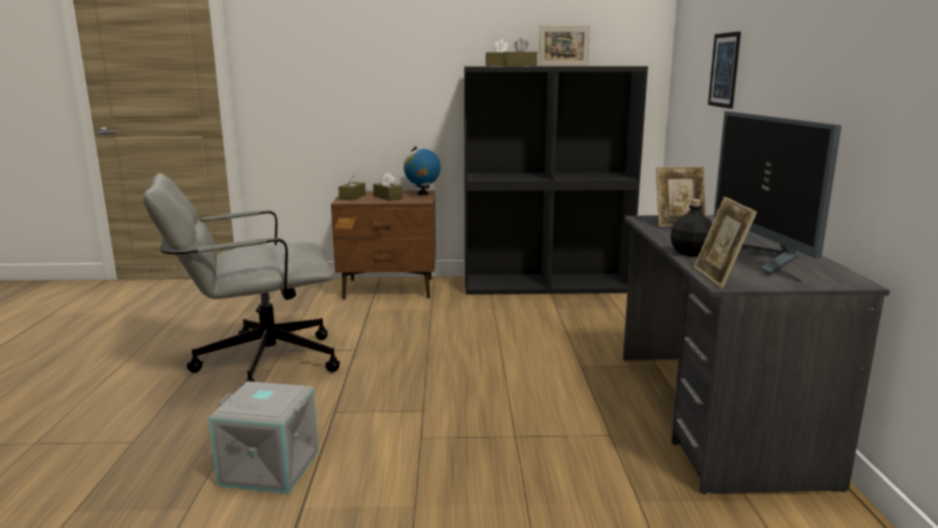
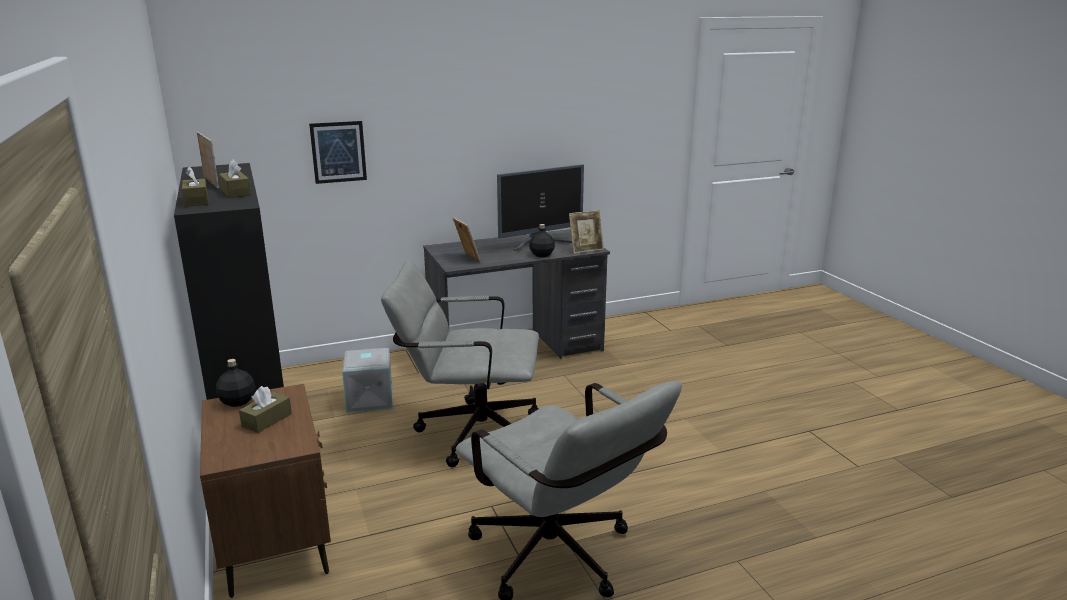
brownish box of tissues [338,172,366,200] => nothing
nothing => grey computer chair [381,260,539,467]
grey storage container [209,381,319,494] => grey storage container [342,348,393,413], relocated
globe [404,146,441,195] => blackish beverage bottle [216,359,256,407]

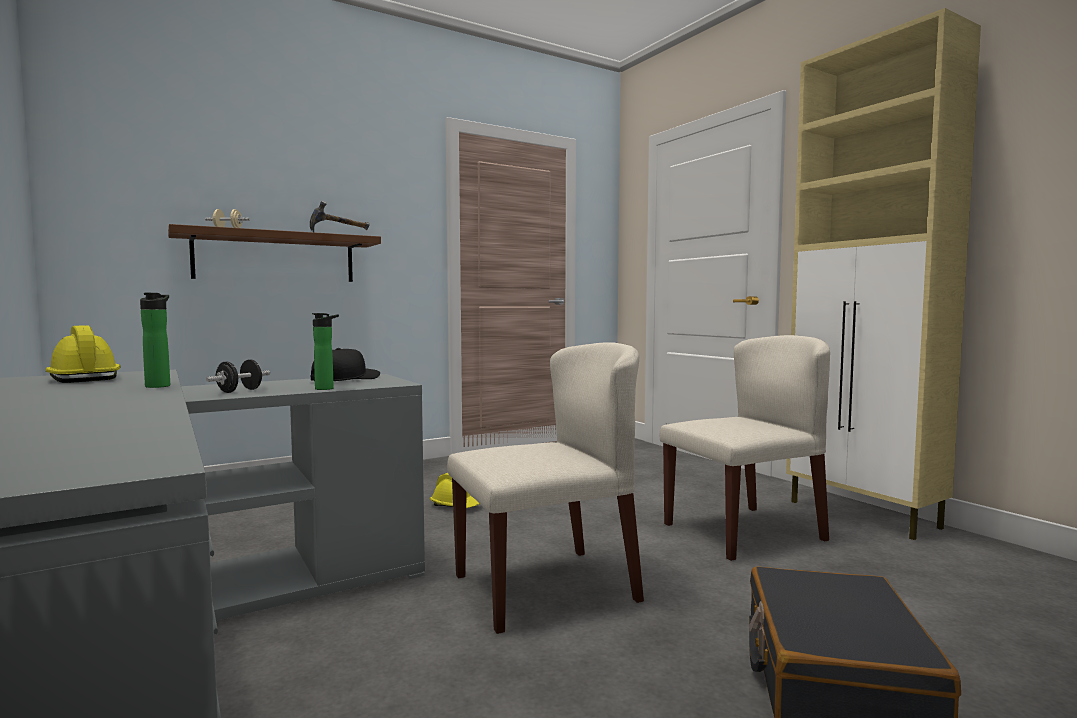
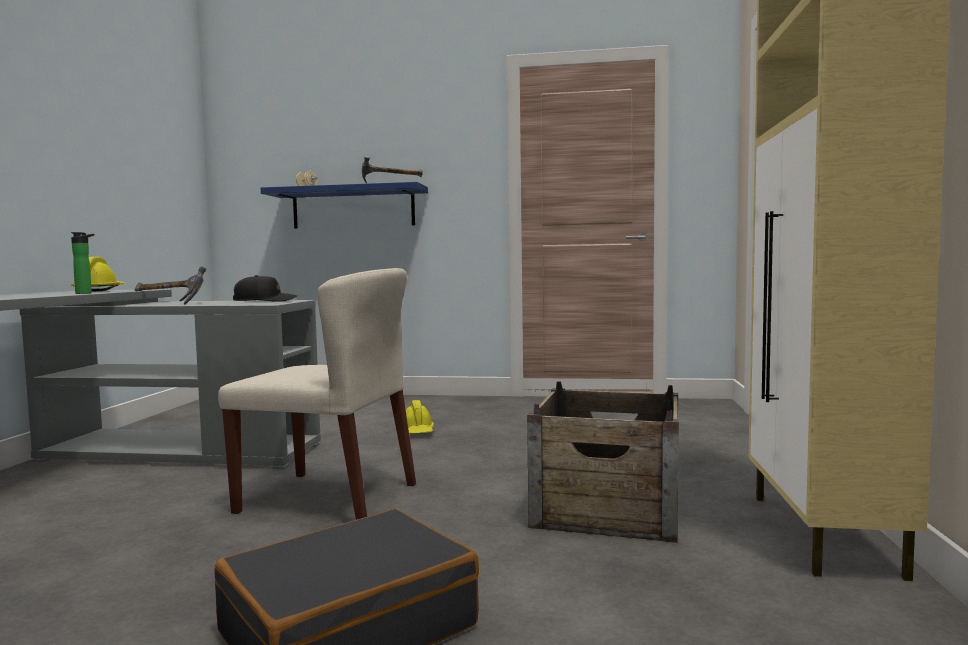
beverage bottle [312,313,339,390] => nothing
blackish hand weight [206,359,270,393] => hand hammer [134,266,207,305]
beige-coloured upright chair [660,335,830,561] => crate [527,381,679,543]
brownish wall shelf [168,224,381,282] => bluish wall shelf [261,182,428,228]

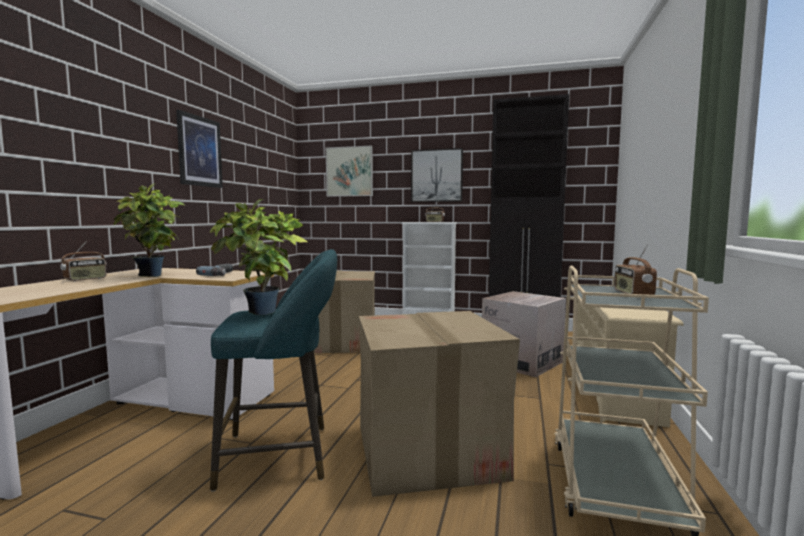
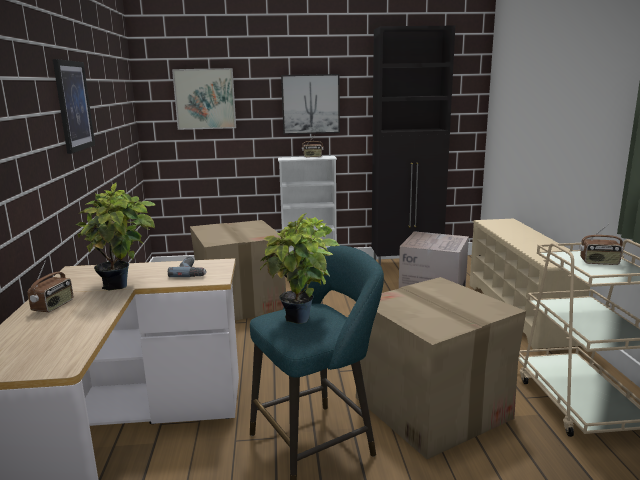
radio [614,244,657,295] => radio [579,223,623,265], 60 degrees counterclockwise

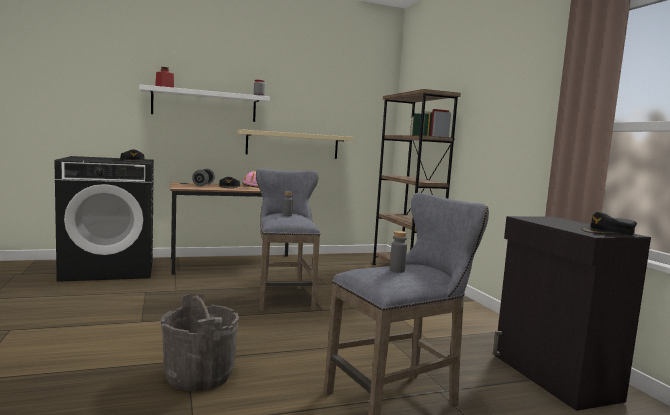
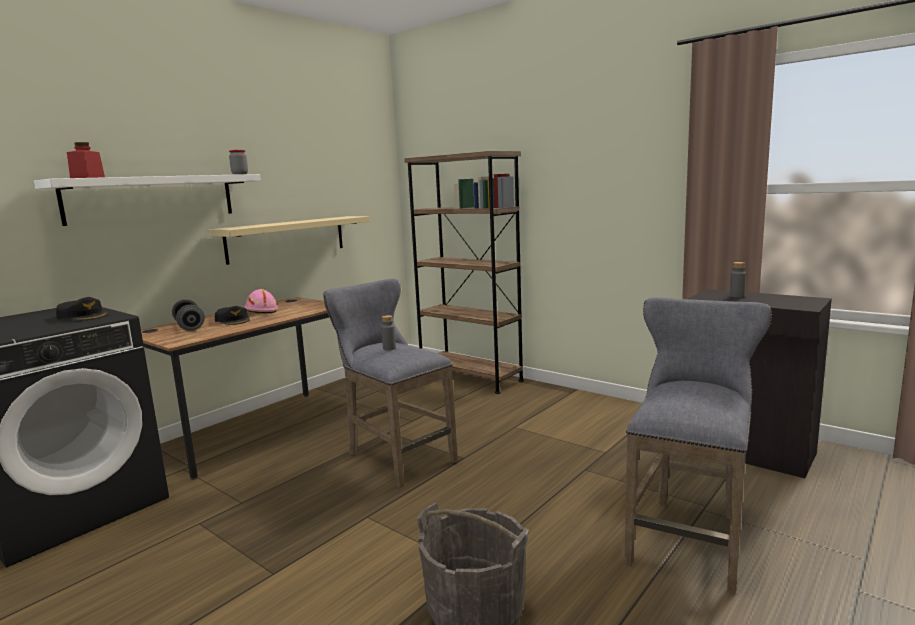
blackish baseball cap [581,212,637,235] => nothing
grey beverage bottle [390,231,407,273] => grey beverage bottle [730,262,746,298], relocated

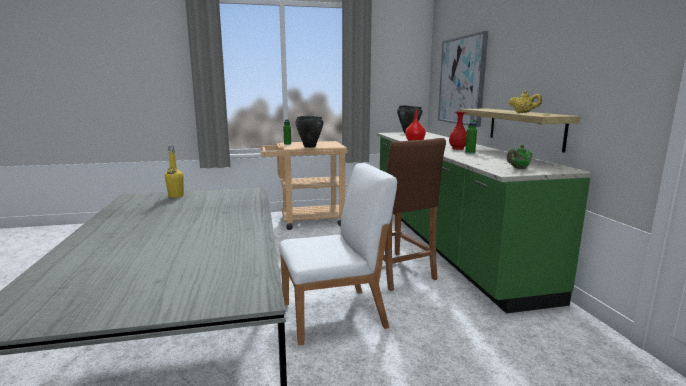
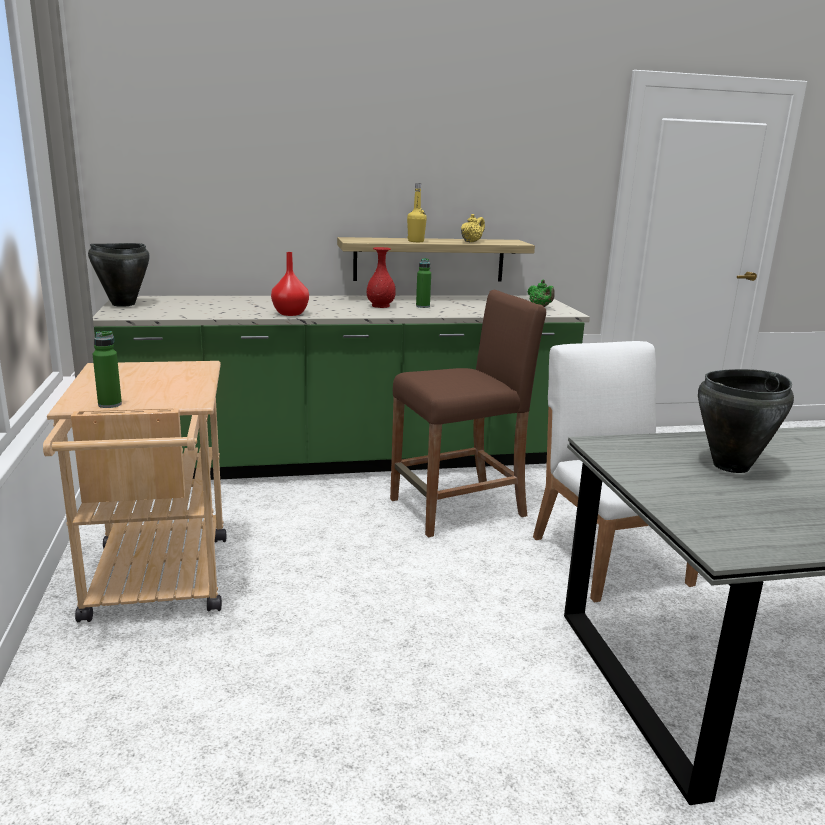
wall picture [438,31,488,127] => nothing
yellow-coloured beverage bottle [165,146,184,198] => yellow-coloured beverage bottle [407,183,427,242], relocated
blackish stockpot [295,116,323,148] => blackish stockpot [698,369,794,473], relocated

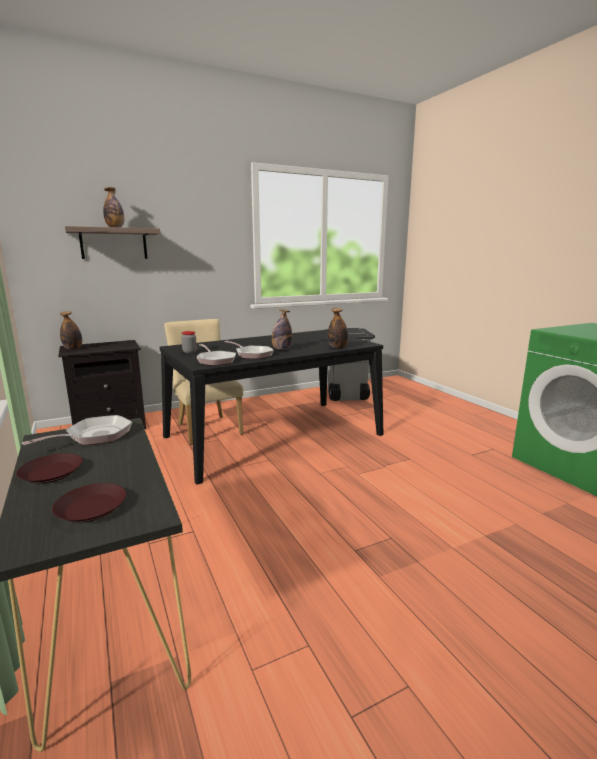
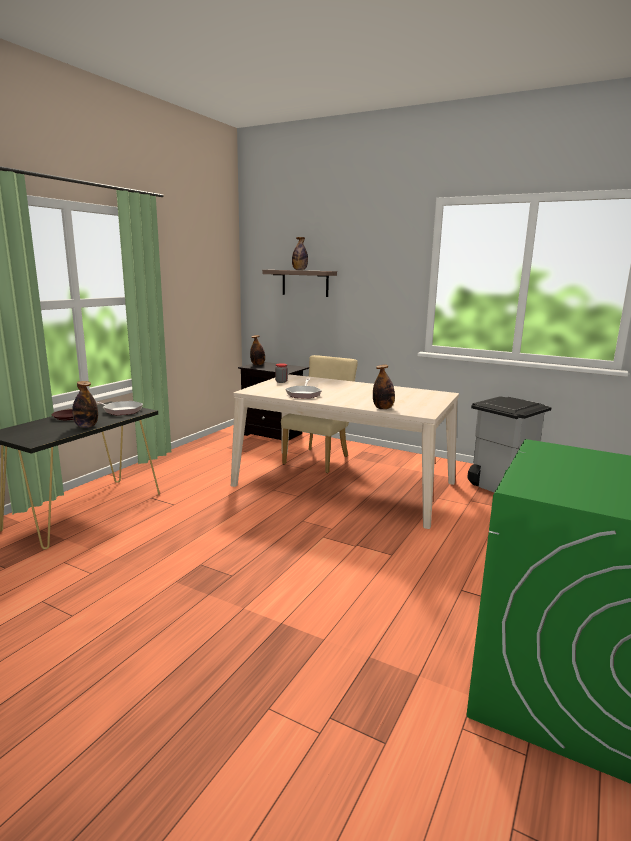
brownish plate [52,483,126,523] => nothing
frying pan [197,344,236,366] => nothing
beverage bottle [272,309,292,350] => beverage bottle [72,381,98,428], relocated
blackish dinner table [160,330,384,484] => beige-coloured dinner table [231,374,459,529]

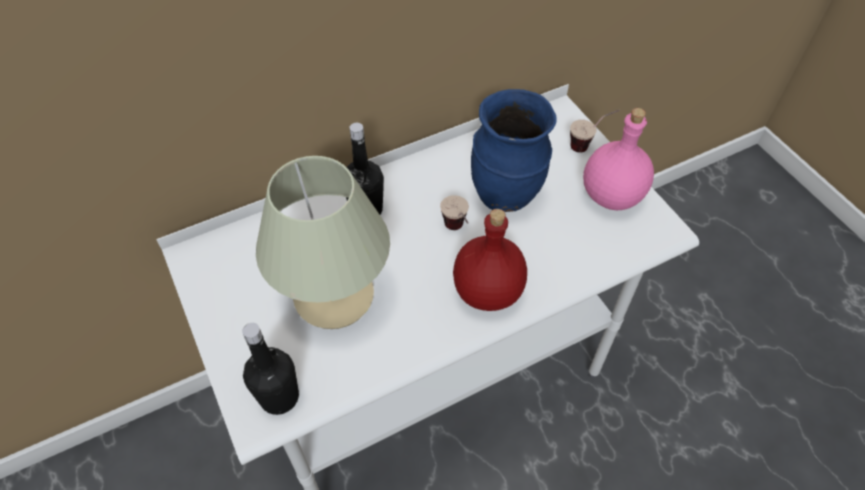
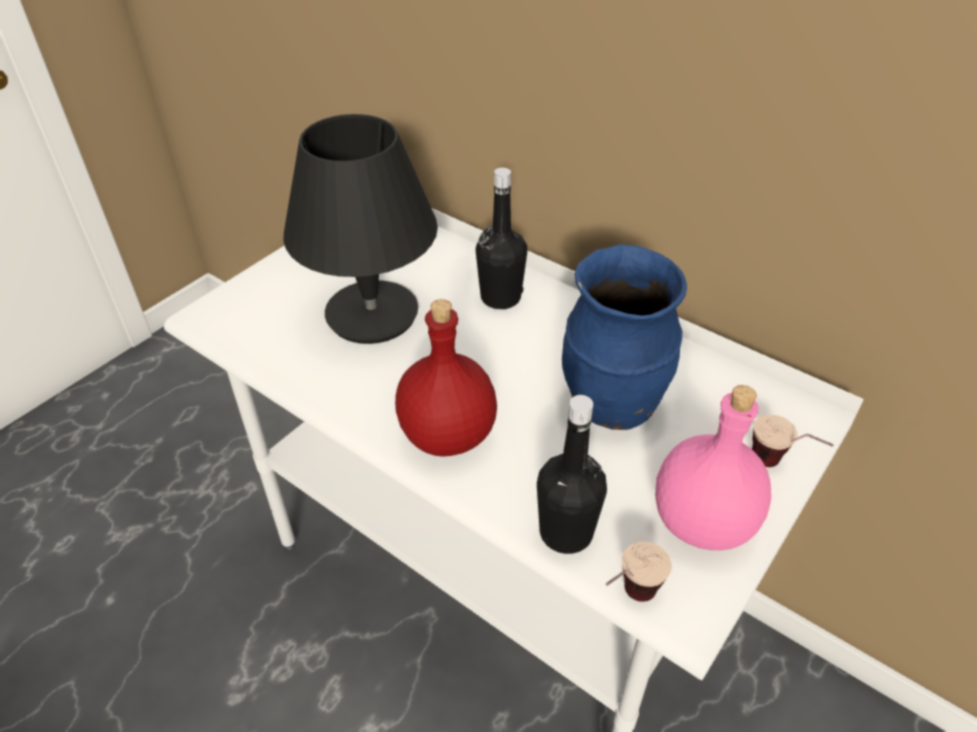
blackish beverage bottle [242,323,299,415] => blackish beverage bottle [537,395,607,554], relocated
drinking cup [440,195,469,230] => drinking cup [606,541,672,602], relocated
beige-coloured tabletop lamp [256,156,390,329] => blackish tabletop lamp [283,114,438,344]

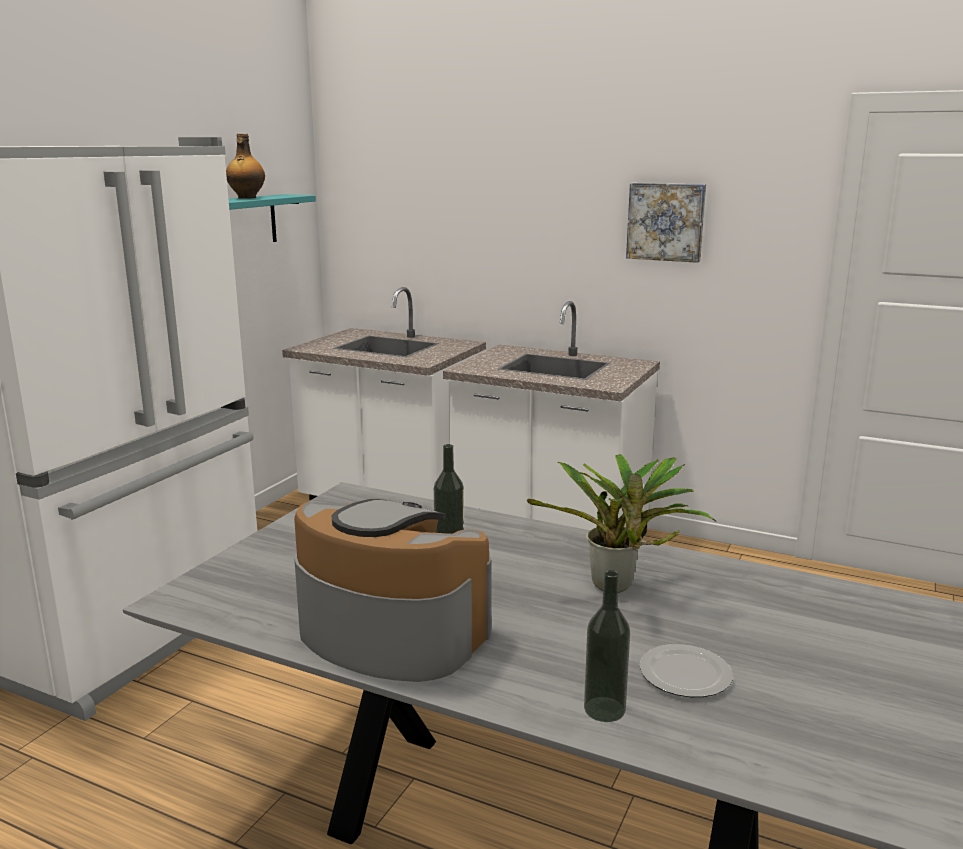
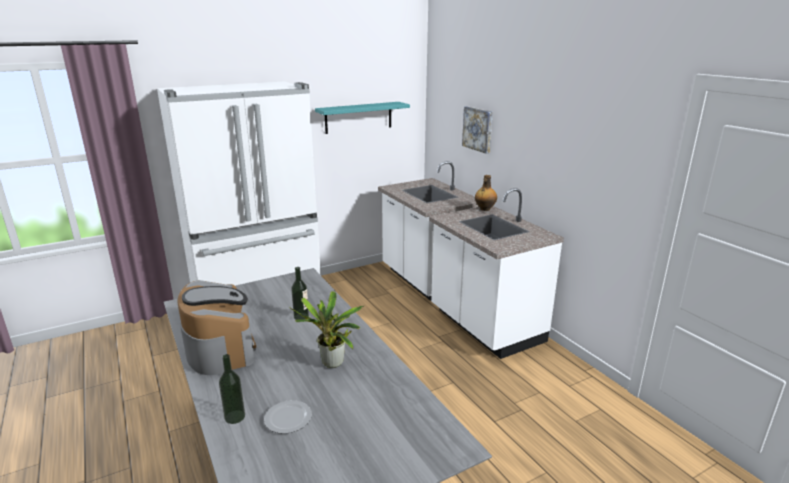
beverage bottle [226,134,265,199] => beverage bottle [475,175,497,211], relocated
wall picture [626,183,706,263] => wall picture [462,106,493,154], relocated

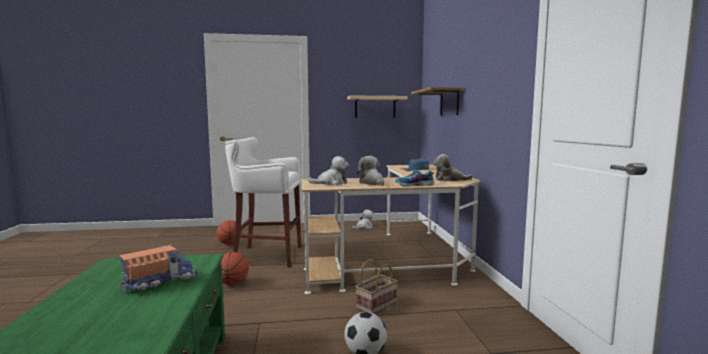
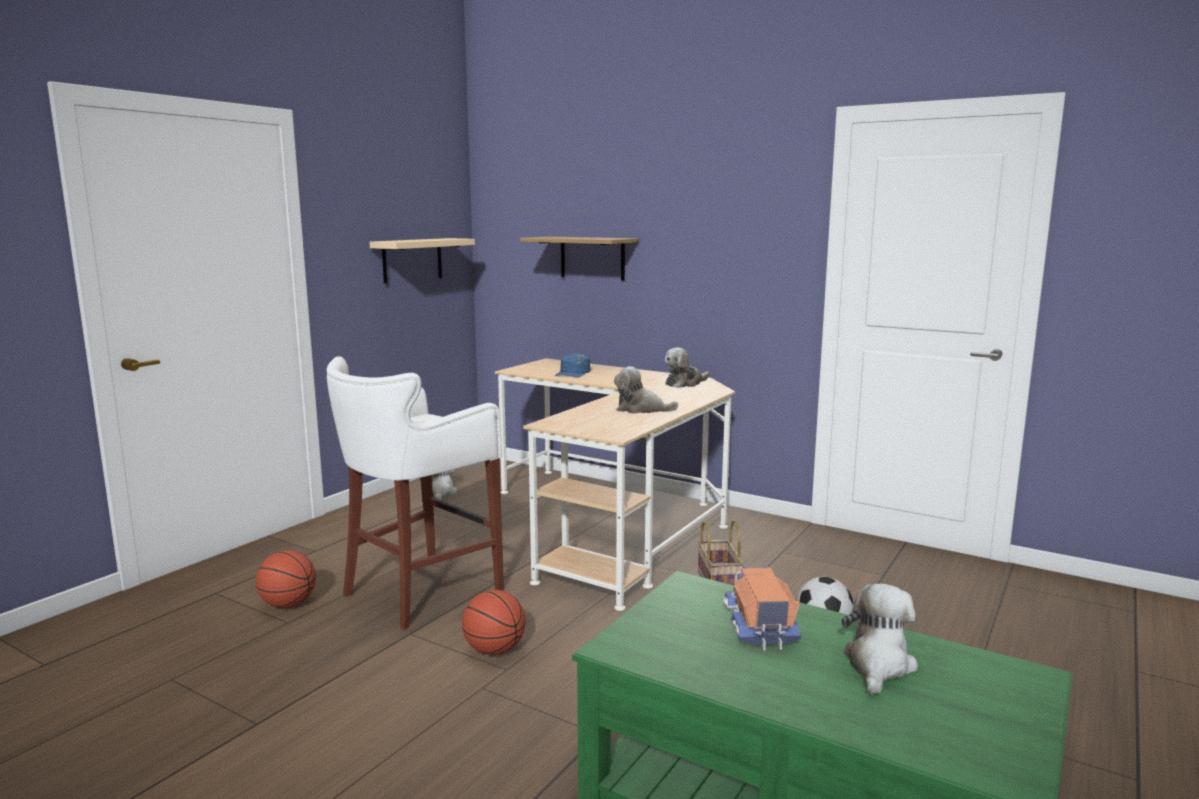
low shoe [395,170,434,187] => nothing
cuddly toy [308,156,349,185] => cuddly toy [842,583,918,695], relocated

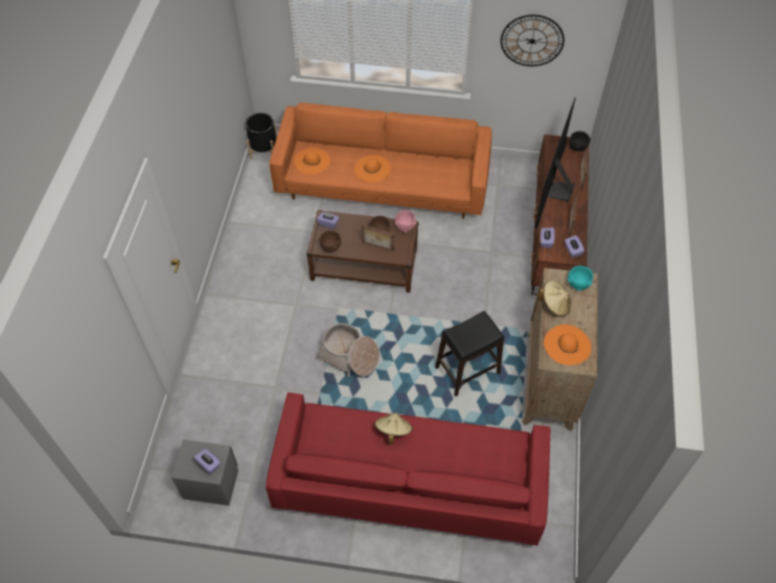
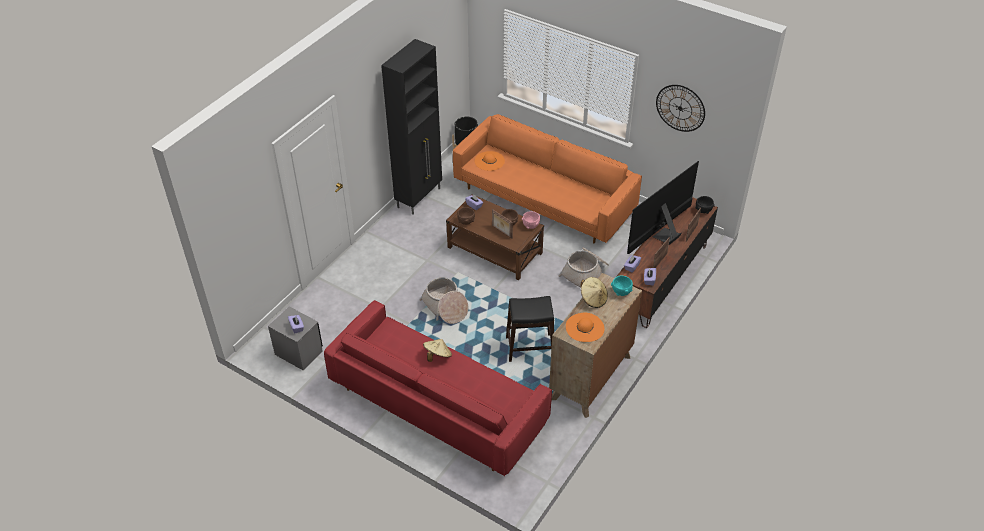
orange-coloured wearable hat [354,155,391,182] => nothing
nothing => blackish storage cabinet [381,39,442,215]
nothing => household basket [559,247,609,288]

